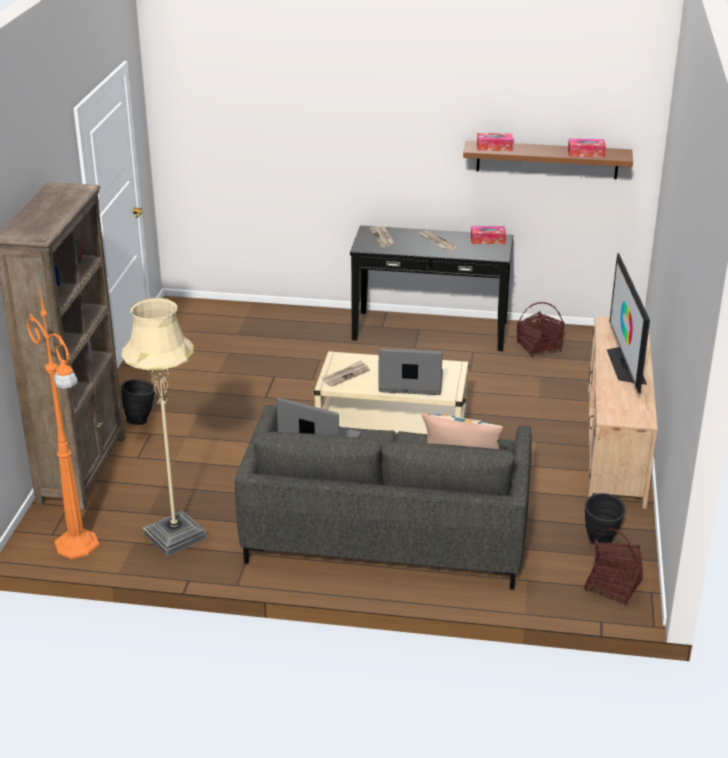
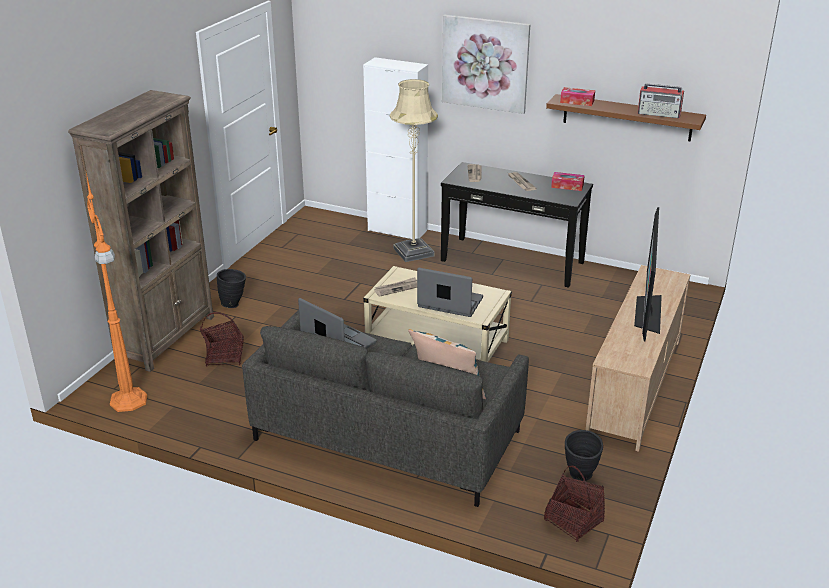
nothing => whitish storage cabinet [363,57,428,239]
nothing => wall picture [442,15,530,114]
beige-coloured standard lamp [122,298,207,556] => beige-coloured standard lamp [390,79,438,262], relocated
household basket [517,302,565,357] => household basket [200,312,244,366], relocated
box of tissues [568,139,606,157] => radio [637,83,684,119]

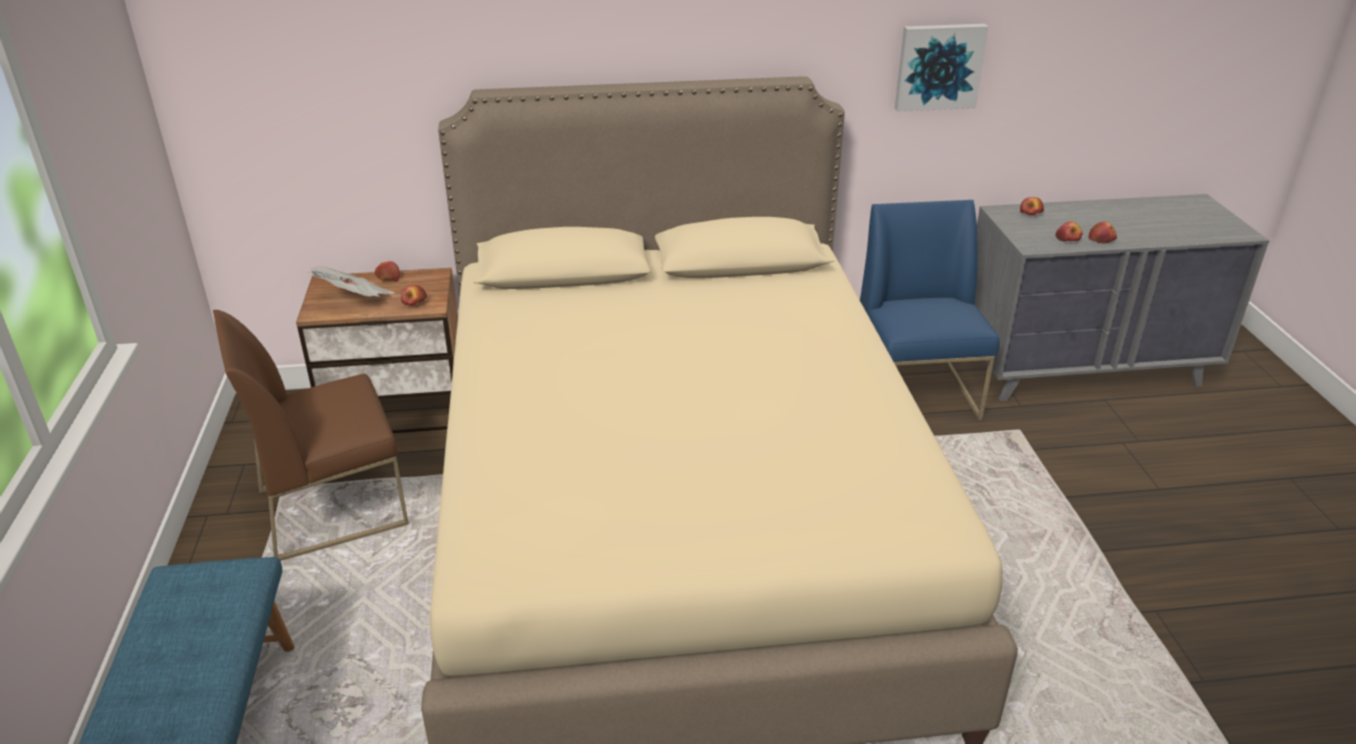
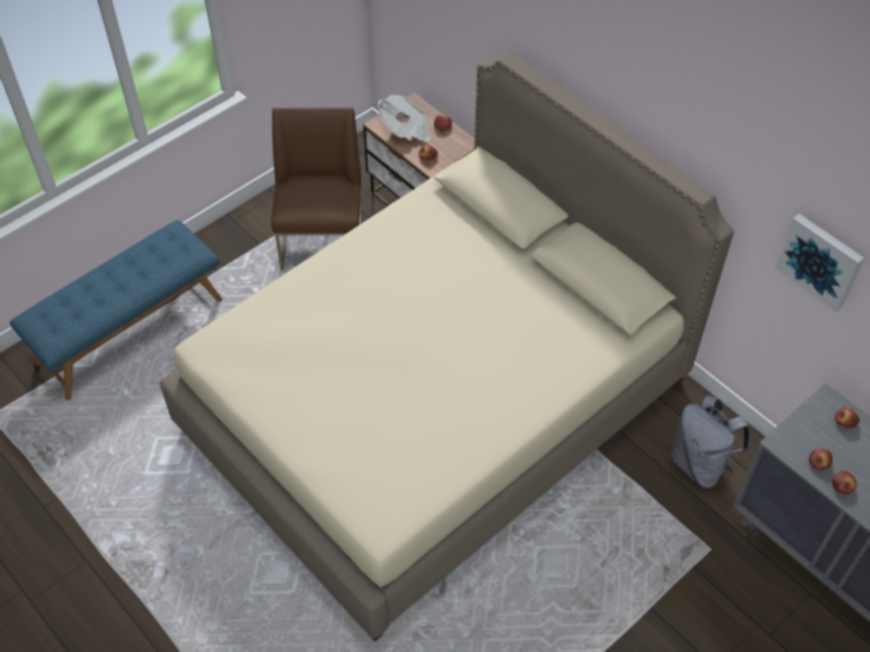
bluish upright chair [860,200,1000,421] => grey rucksack [670,395,751,488]
brownish upright chair [213,310,409,561] => brownish upright chair [271,108,362,270], 60 degrees clockwise

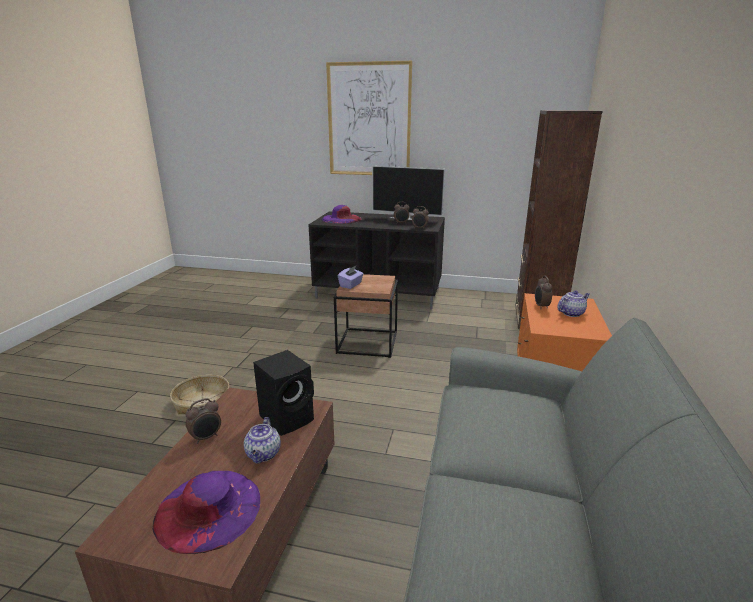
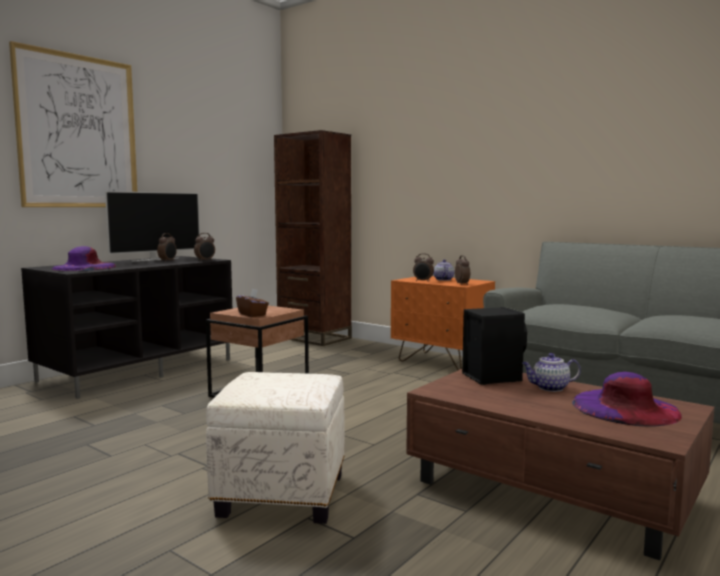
table clock [186,398,221,444] => table clock [455,255,470,285], relocated
household basket [170,375,230,414] => whitish footrest [206,372,345,524]
purplish box of tissues [338,266,364,289] => brownish box of tissues [236,288,269,317]
tea pot [244,417,281,464] => tea pot [522,353,581,392], 150 degrees clockwise

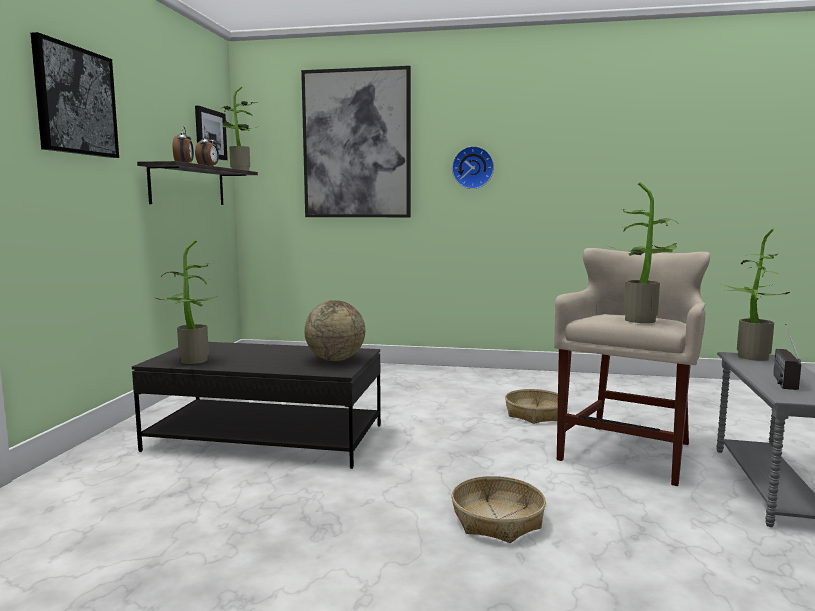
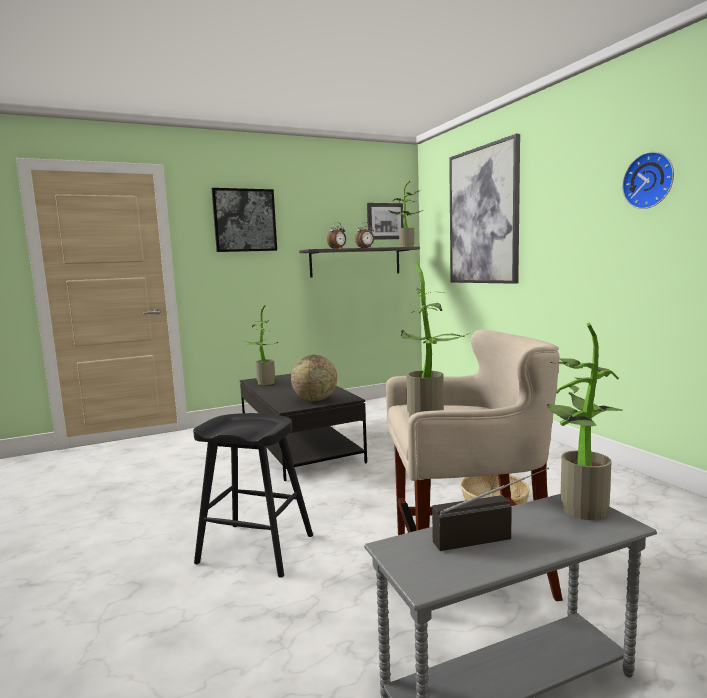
wall clock [452,146,494,189] => wall clock [622,152,674,209], relocated
household basket [451,476,546,543] => blackish stool [193,413,313,578]

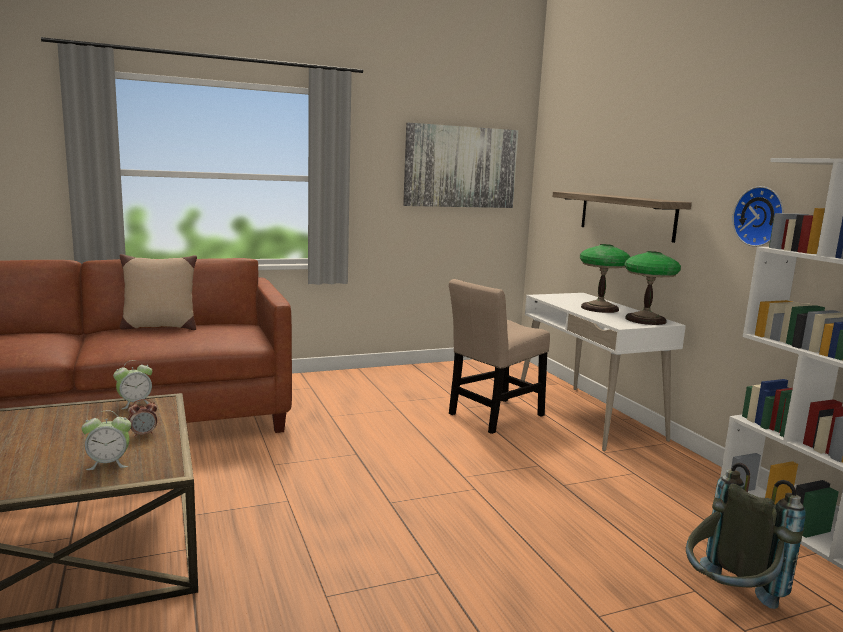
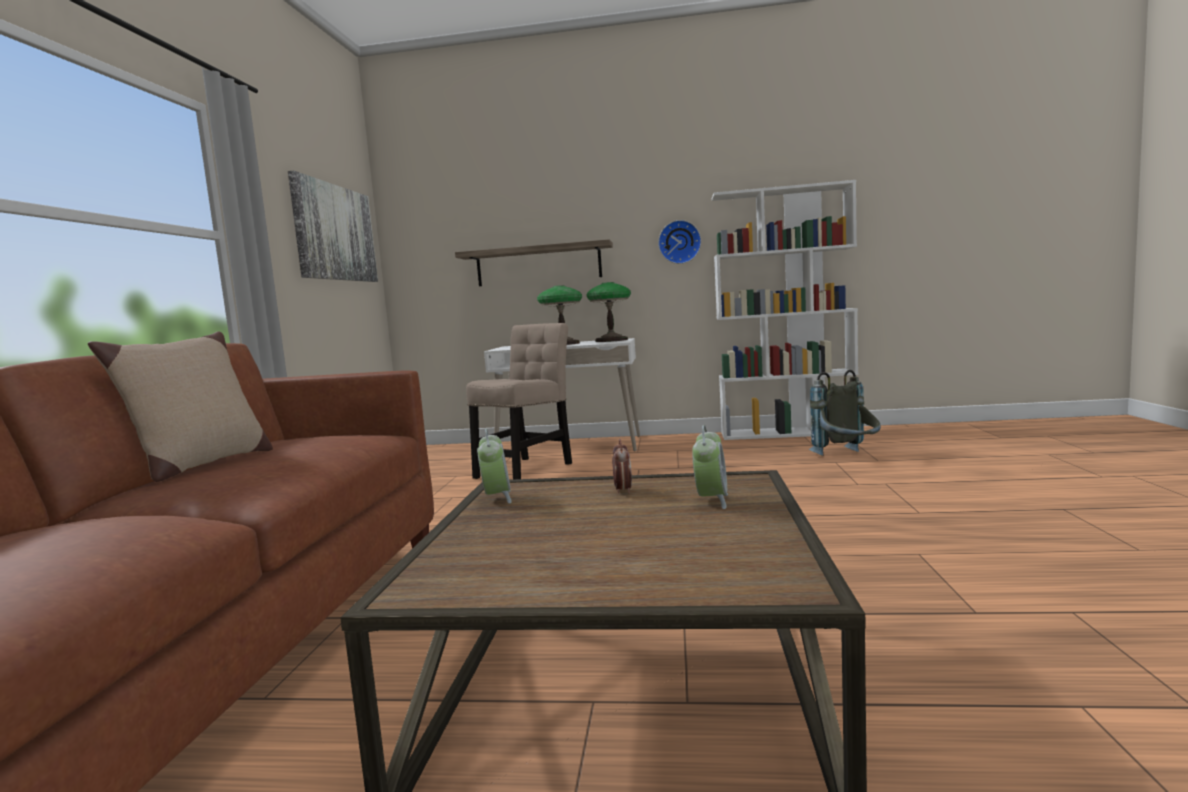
beige-coloured upright chair [449,279,550,434] => beige-coloured upright chair [466,323,572,479], 135 degrees counterclockwise

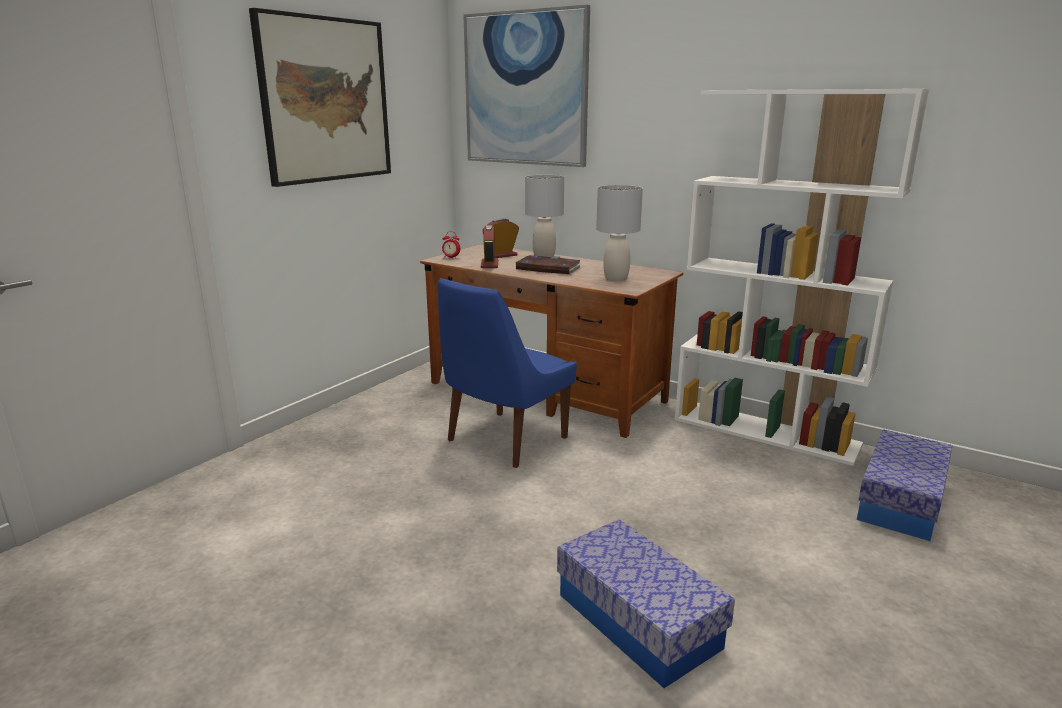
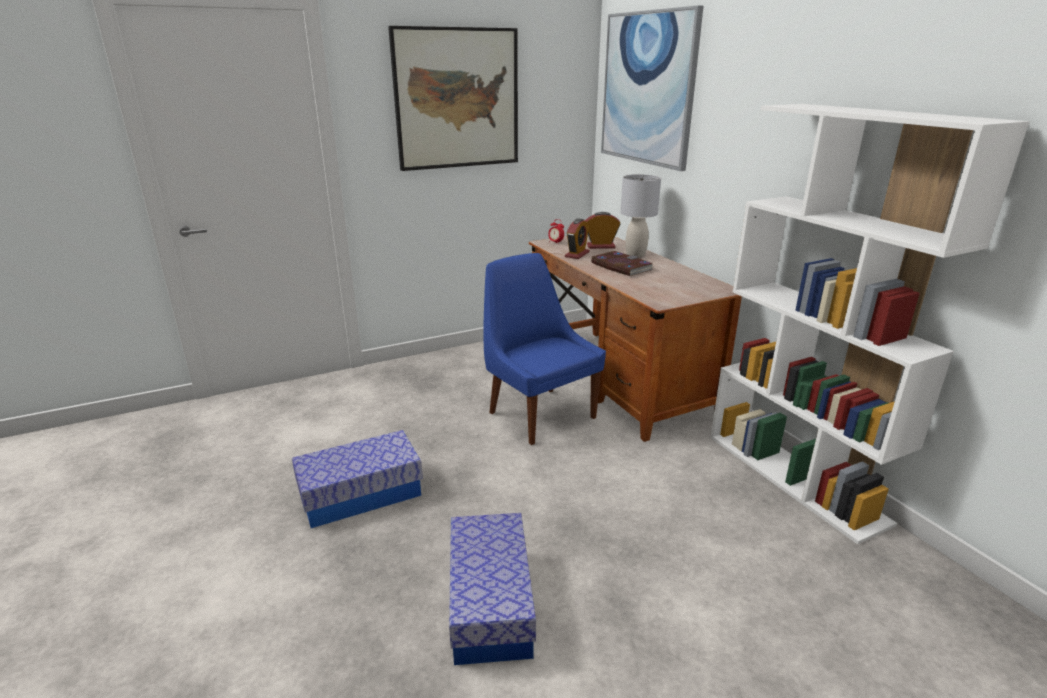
grey tabletop lamp [596,185,643,281] => nothing
storage container [857,429,952,541] => storage container [292,430,423,528], relocated
bluish upright chair [438,278,577,468] => bluish upright chair [483,253,606,445], 75 degrees clockwise

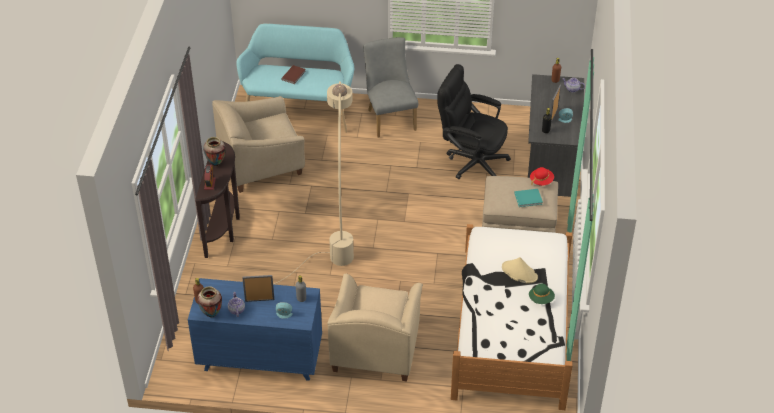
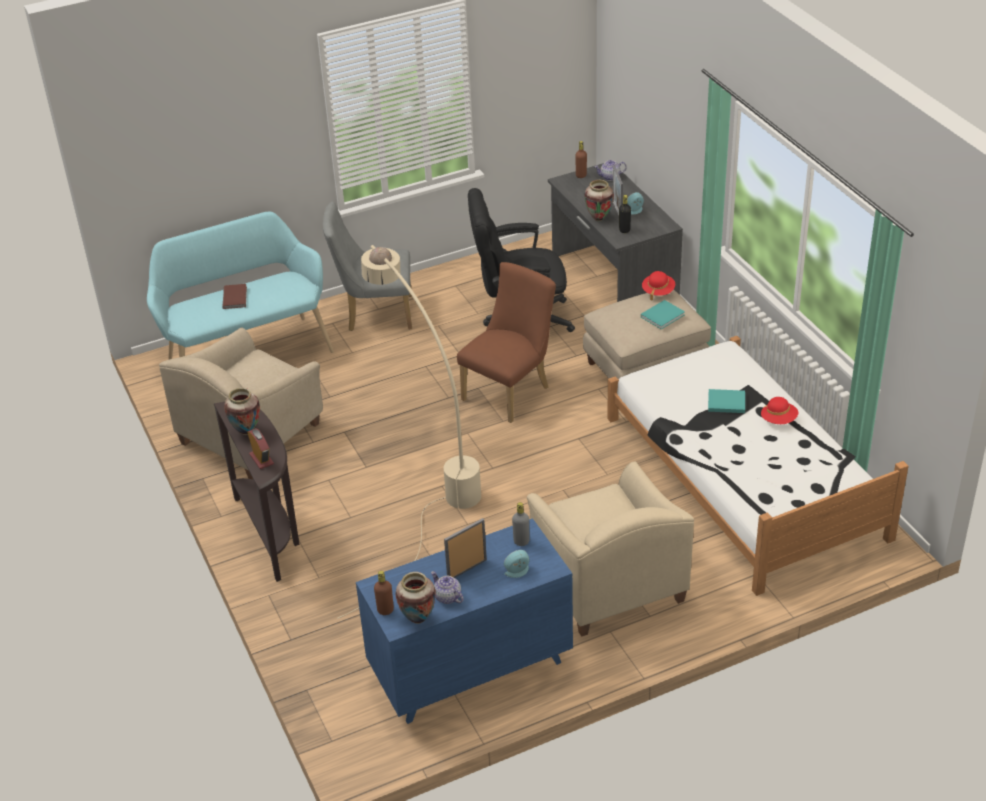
nothing => brownish upright chair [457,262,556,423]
nothing => flower vase [584,180,614,221]
beige-coloured wearable hat [502,257,538,283] => turquoise-coloured bound book [708,389,745,413]
green wearable hat [529,284,555,304] => red-coloured wearable hat [761,397,798,424]
grey upright chair [363,37,418,137] => grey upright chair [323,202,412,331], 45 degrees counterclockwise

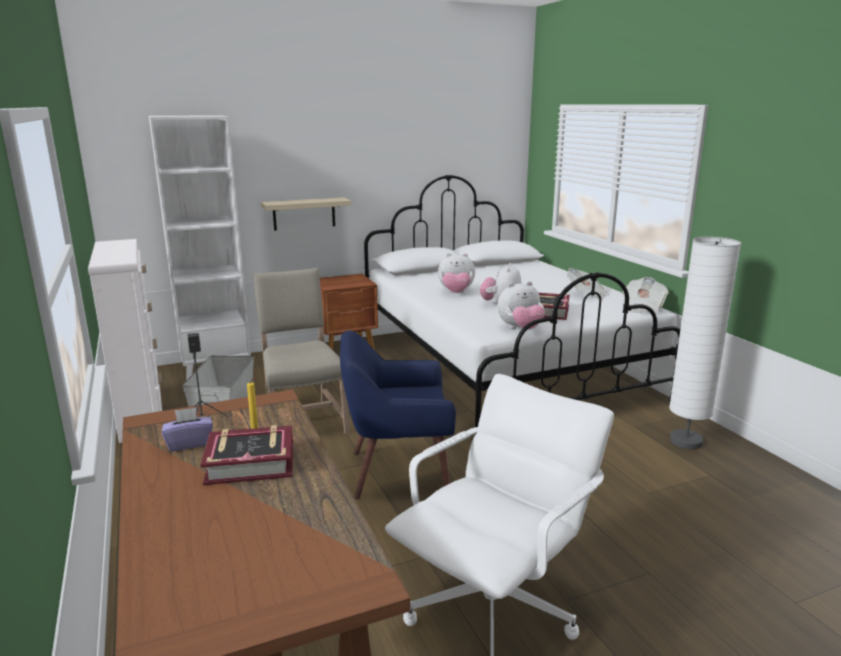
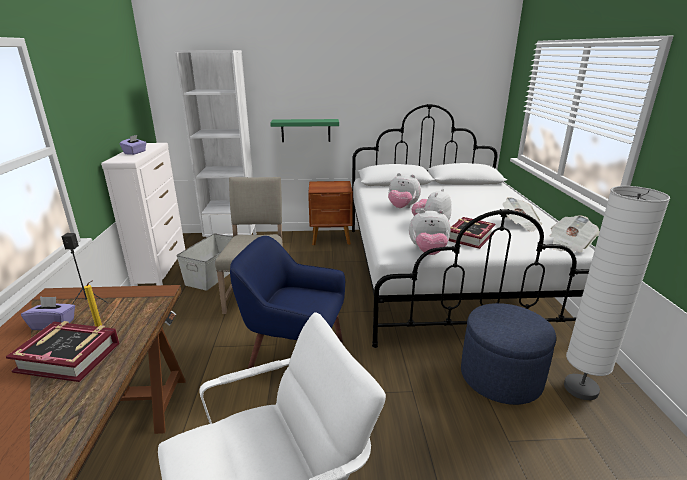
nothing => purplish box of tissues [120,135,146,155]
nothing => bluish footrest [461,303,556,405]
beige-coloured wall shelf [261,197,351,231] => green wall shelf [270,119,339,142]

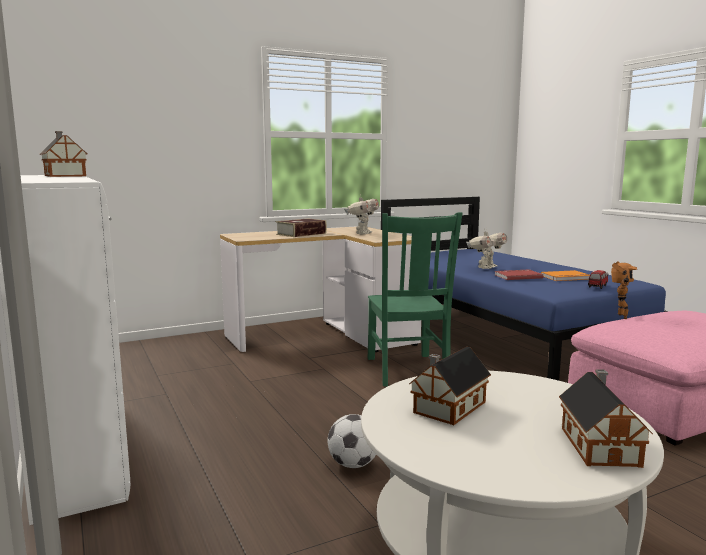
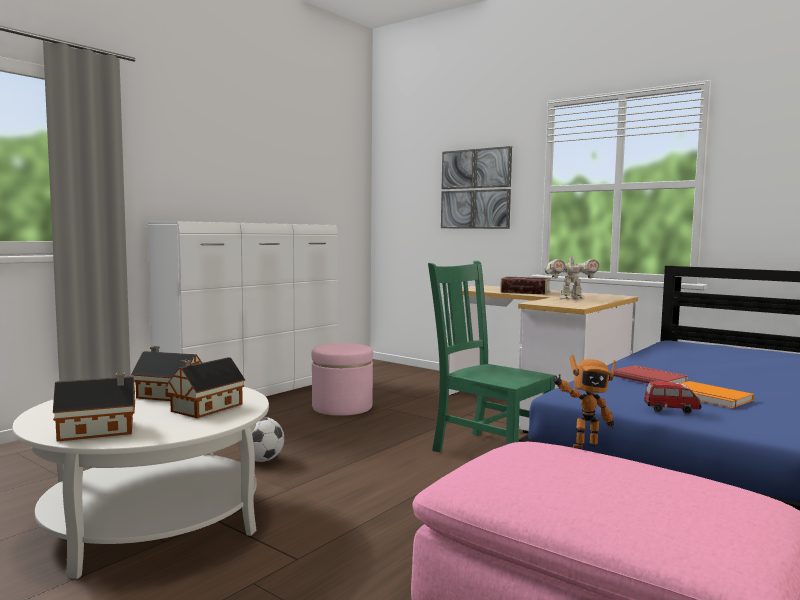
model robot [466,229,507,269] => nothing
nothing => pink footrest [312,343,373,416]
nothing => wall picture [441,146,512,229]
toy house [40,131,87,177] => toy house [166,357,245,418], relocated
green upright chair [367,212,462,387] => green upright chair [428,261,556,452], 75 degrees clockwise

